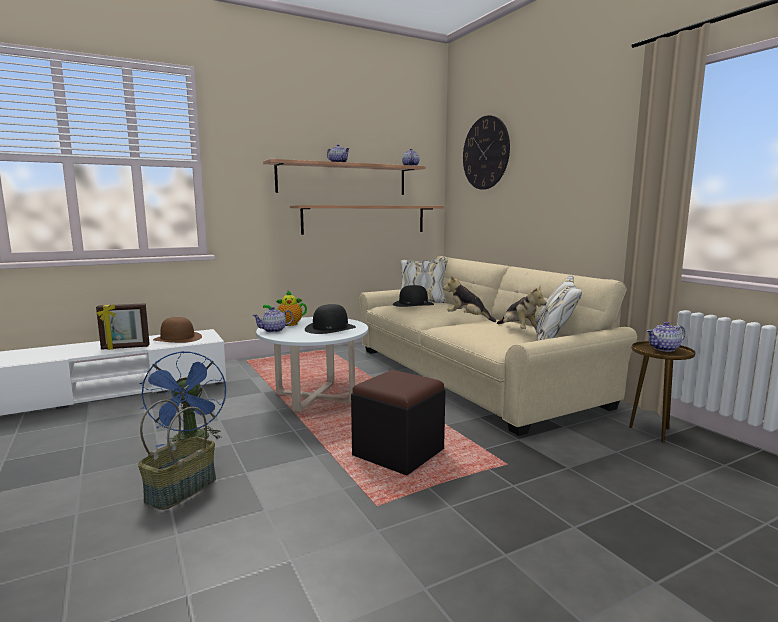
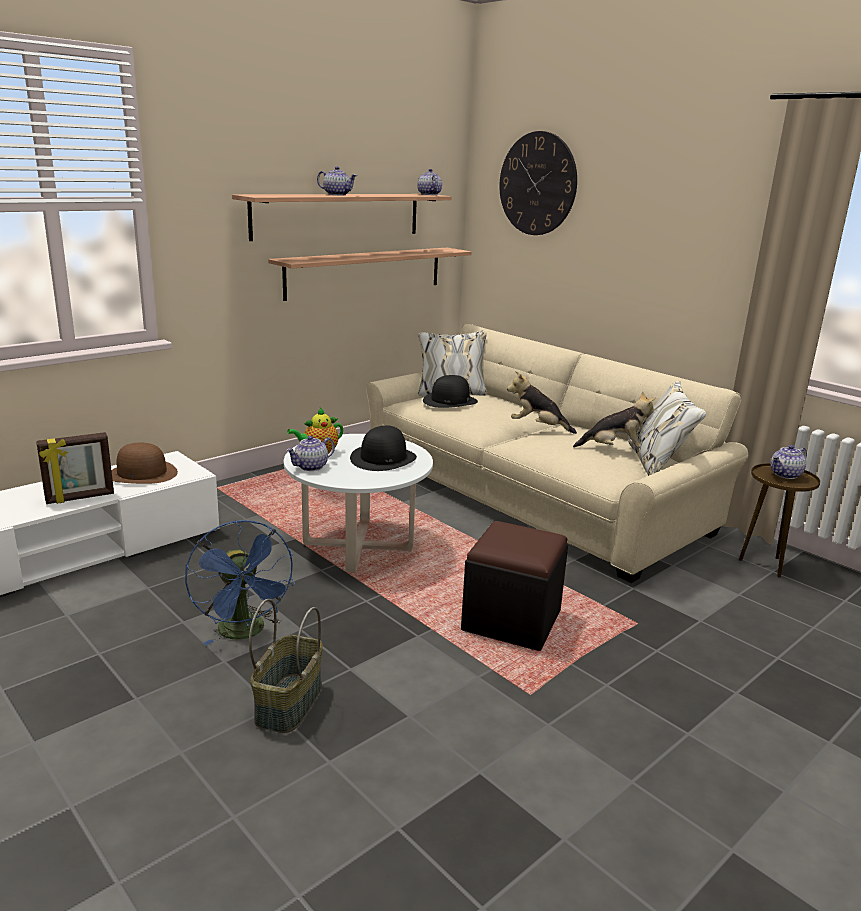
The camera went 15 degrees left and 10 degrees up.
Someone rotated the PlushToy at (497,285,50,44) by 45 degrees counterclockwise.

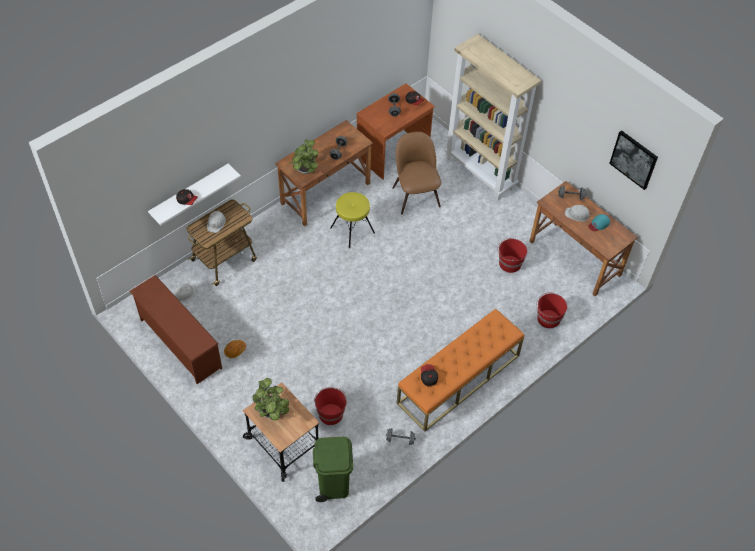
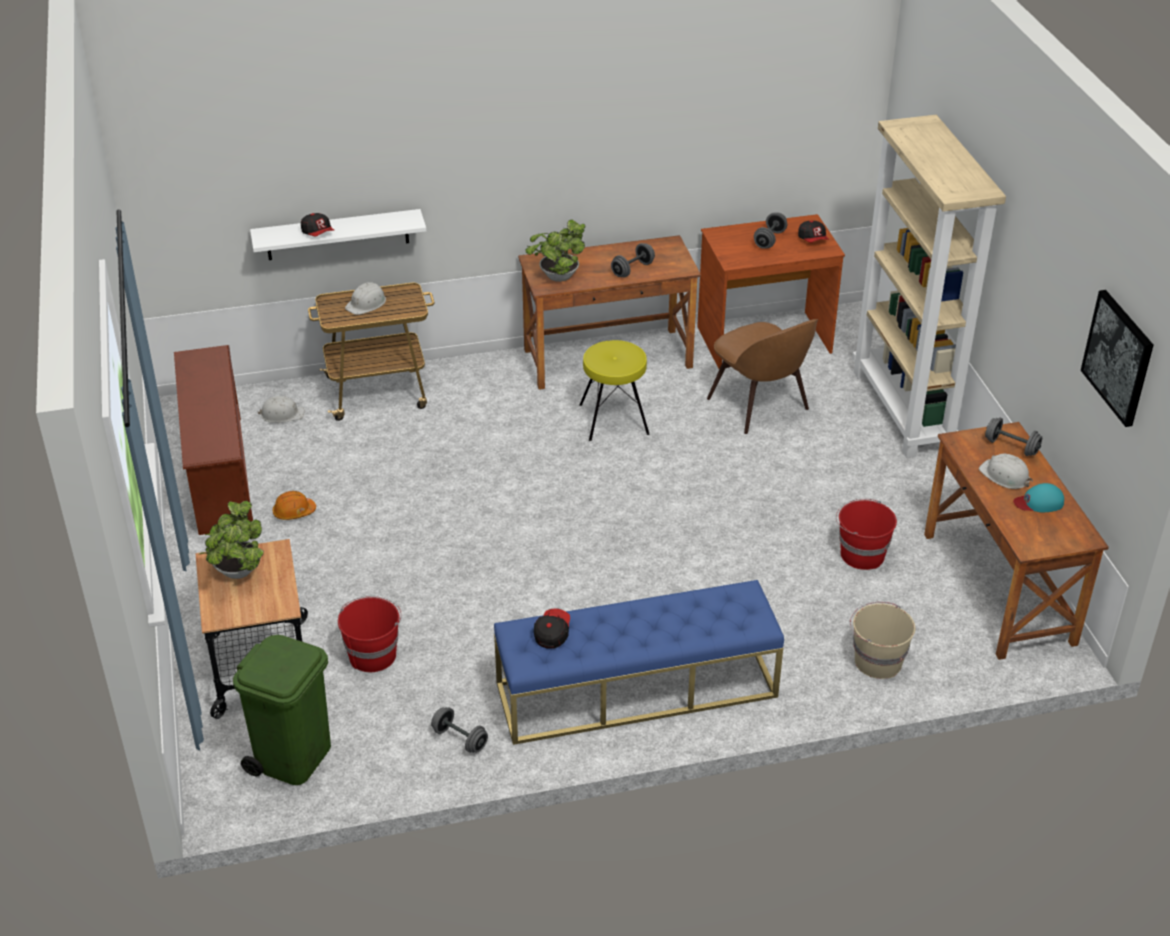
The camera went 30 degrees right and 15 degrees down.
Someone repainted the OrangeColouredIndoorBench at (397,309,127,123), which became the BlueIndoorBench at (494,580,290,165).
Someone rotated the BrownChair at (392,132,49,82) by 135 degrees clockwise.
Someone repainted the RedColouredPail at (536,292,31,36), which became the BeigeColouredPail at (850,602,65,77).

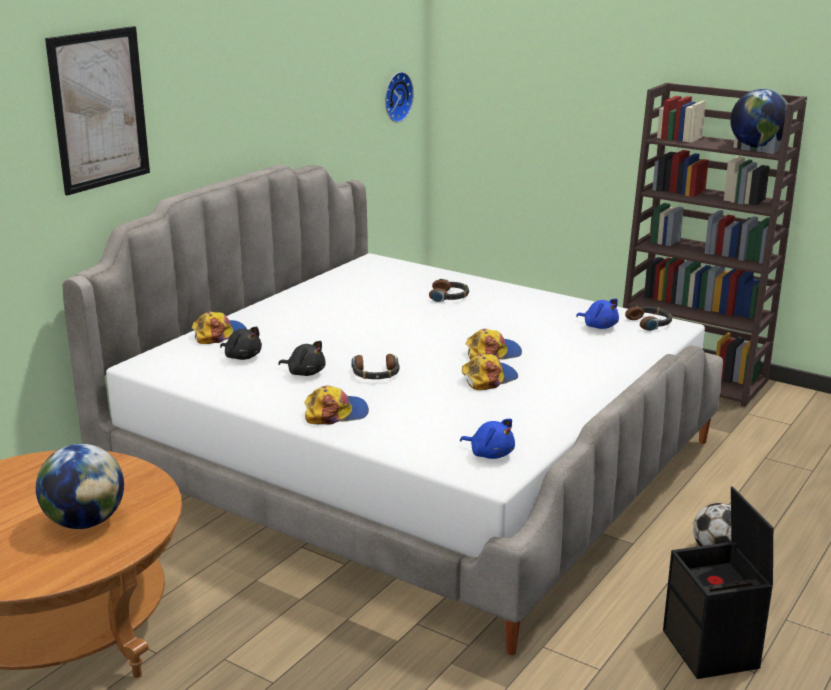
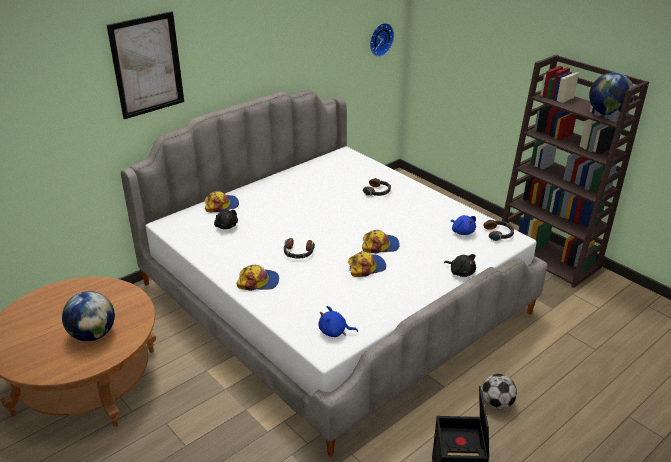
The camera went 15 degrees right and 10 degrees up.
Someone rotated the BluePlushToy at (460,419,55,40) by 135 degrees clockwise.
Someone carried the BlackPlushToy from (278,341,48,35) to (444,254,32,23).

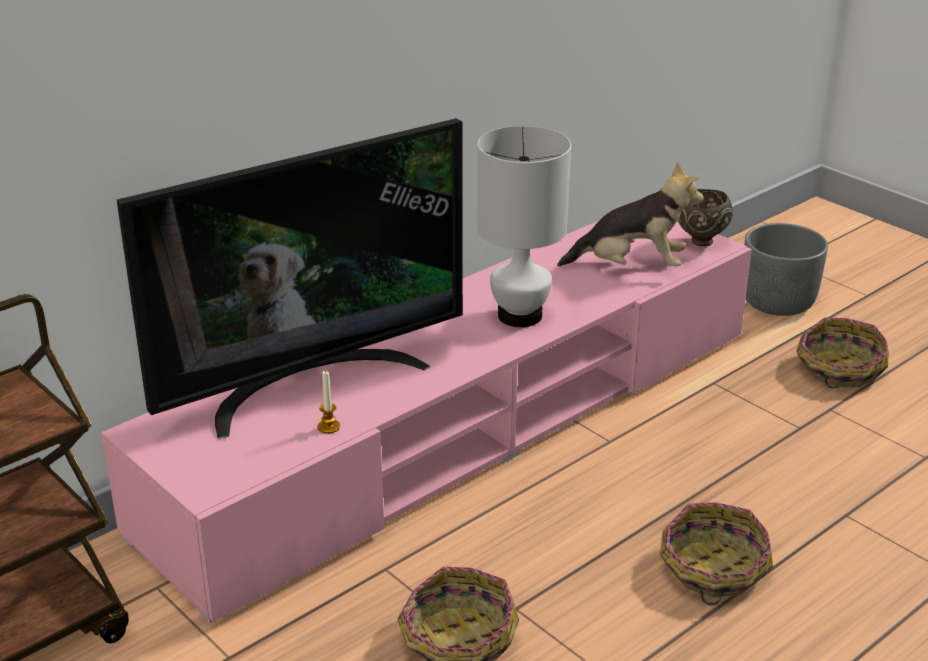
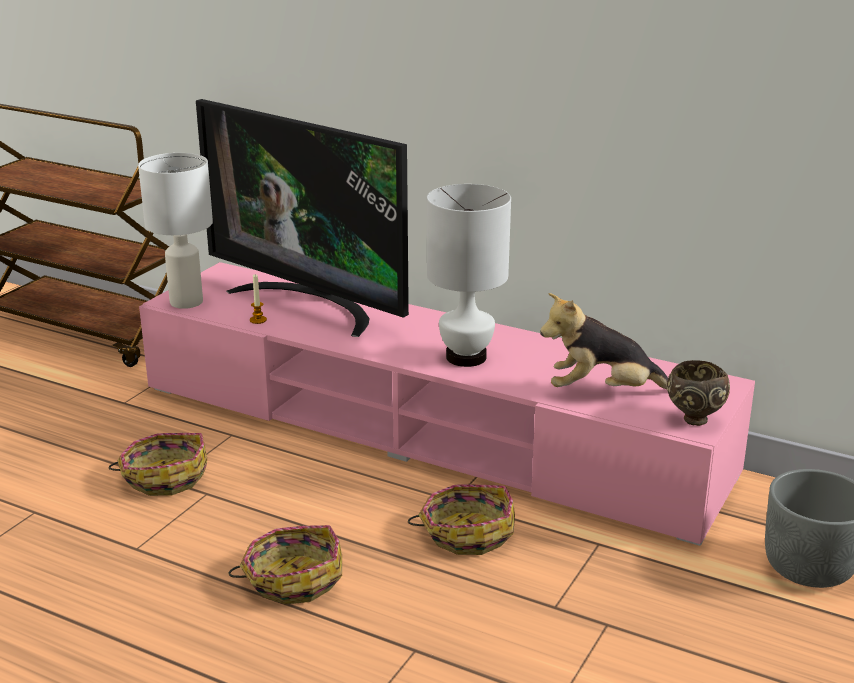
The camera went 70 degrees right and 5 degrees down.
Someone put down the WhiteColouredLampForATable at (138,153,75,156).
Someone carried the HouseholdBasket from (796,317,93,71) to (408,485,107,70).
Someone rotated the PlushToy at (557,161,147,106) by 105 degrees clockwise.

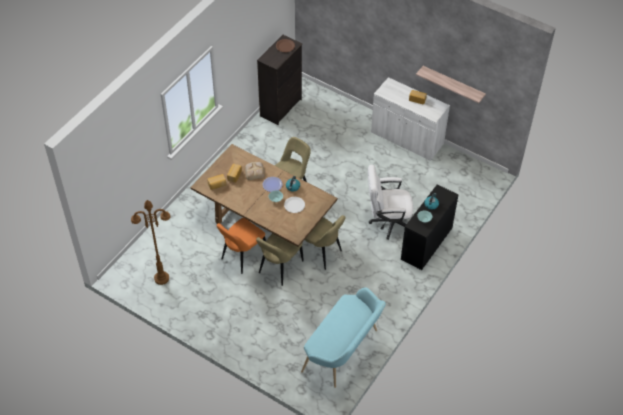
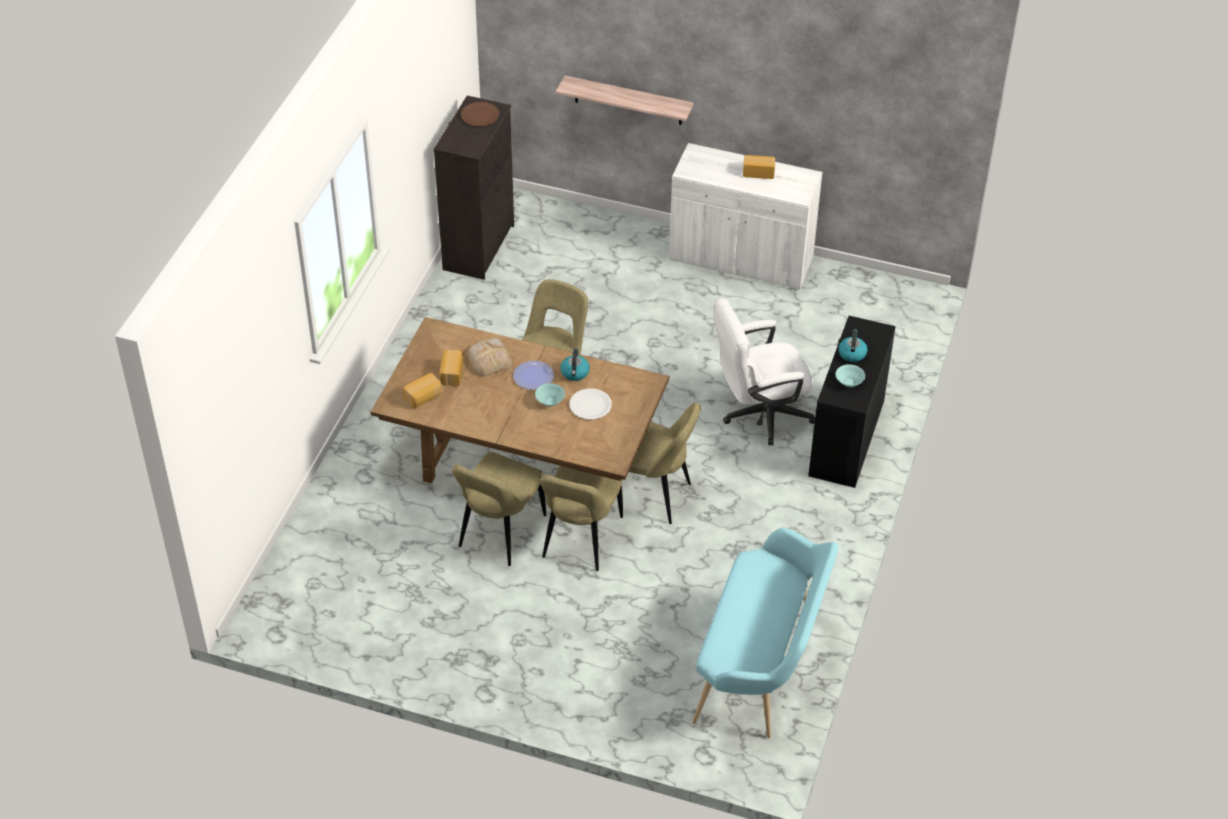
The camera went 15 degrees left and 5 degrees down.
Someone repainted the OrangeColouredChair at (217,218,49,56), which became the BeigeColouredChair at (452,452,94,114).
Someone carried the Shelf from (416,66,70,37) to (556,75,138,50).
Someone took away the BrownFloorLamp at (131,200,39,85).

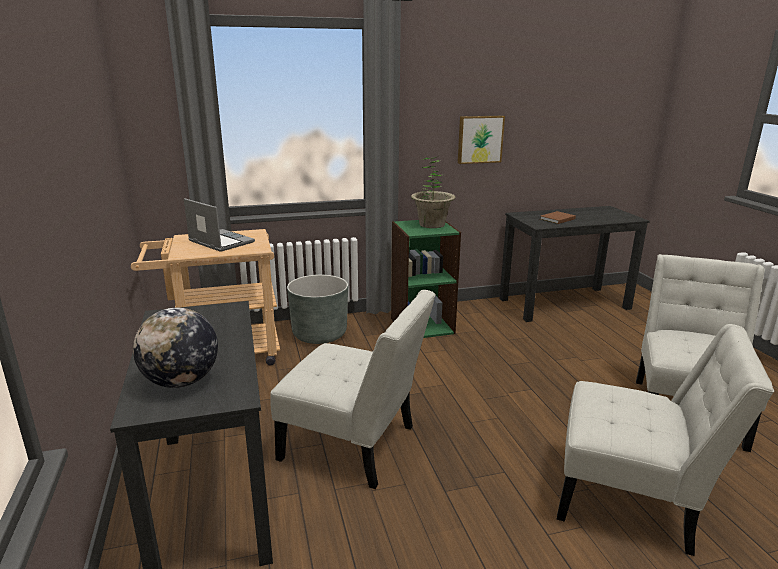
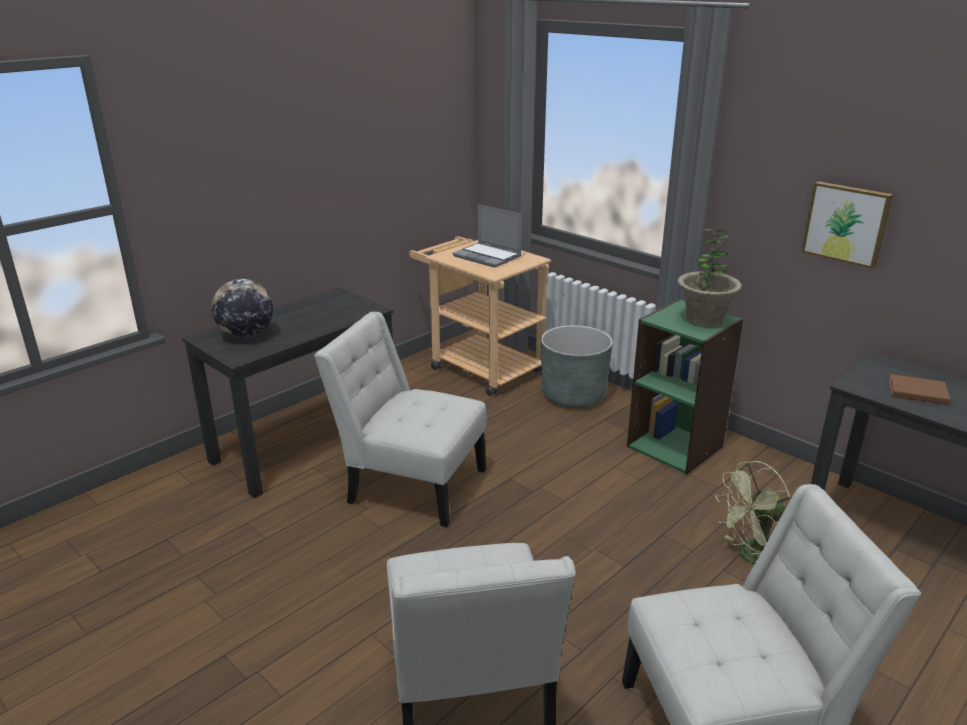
The camera went 60 degrees right and 5 degrees up.
Someone rotated the WhiteColouredChair at (270,289,166,200) by 120 degrees clockwise.
Someone rotated the Laptop at (184,198,71,54) by 120 degrees clockwise.
Someone put down the GreenishFan at (716,461,76,103).

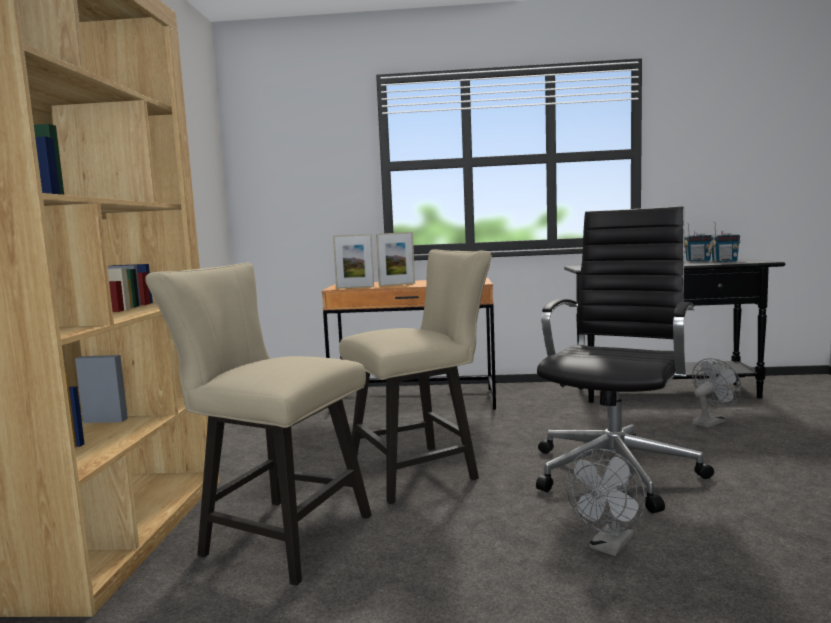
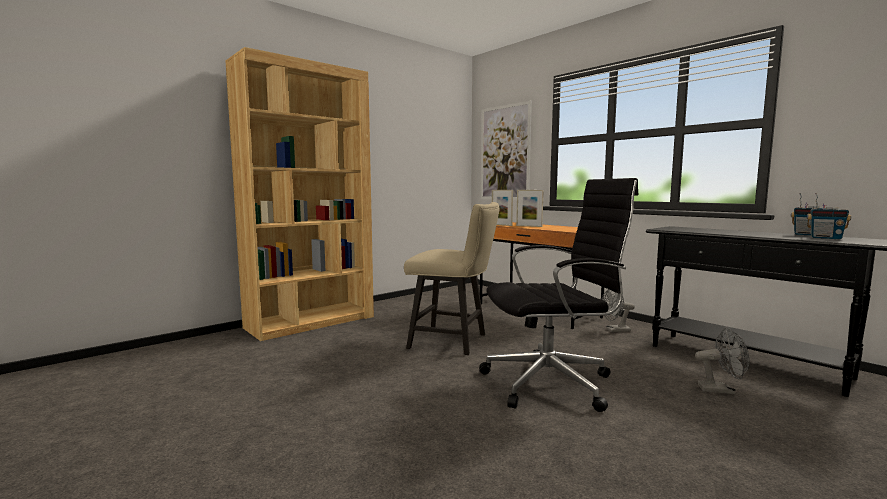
The camera went 45 degrees right and 0 degrees up.
Someone put up the WallPicture at (481,101,51,99).
Someone carried the GrayFan from (566,449,80,107) to (601,289,34,43).
Someone took away the BeigeColouredChair at (146,262,226,324).

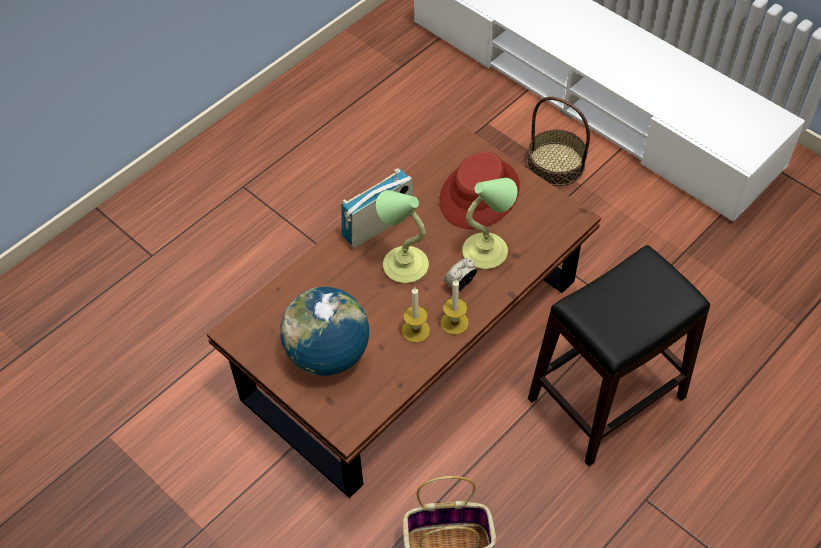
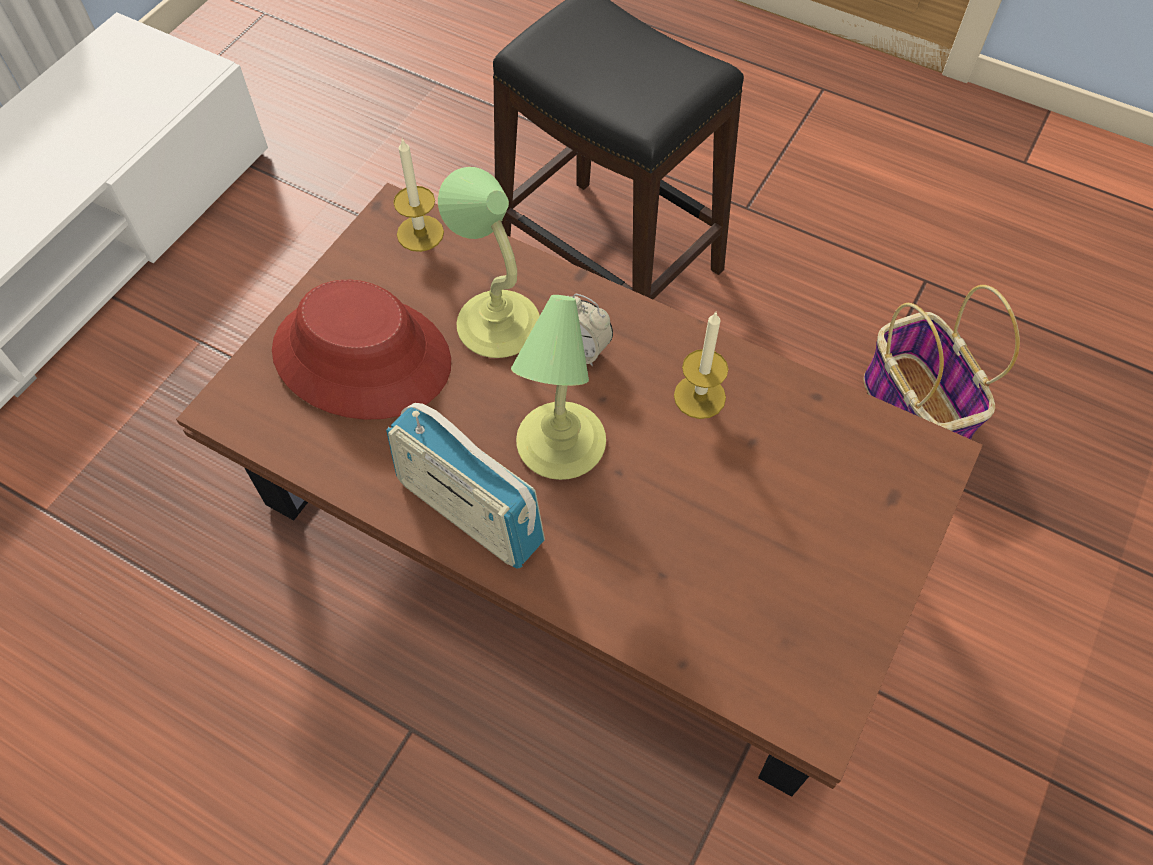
The camera went 105 degrees left and 5 degrees up.
Someone carried the Candle from (441,280,28,55) to (393,138,51,114).
Someone took away the Globe at (280,287,89,89).
Someone took away the HouseholdBasket at (527,97,63,89).

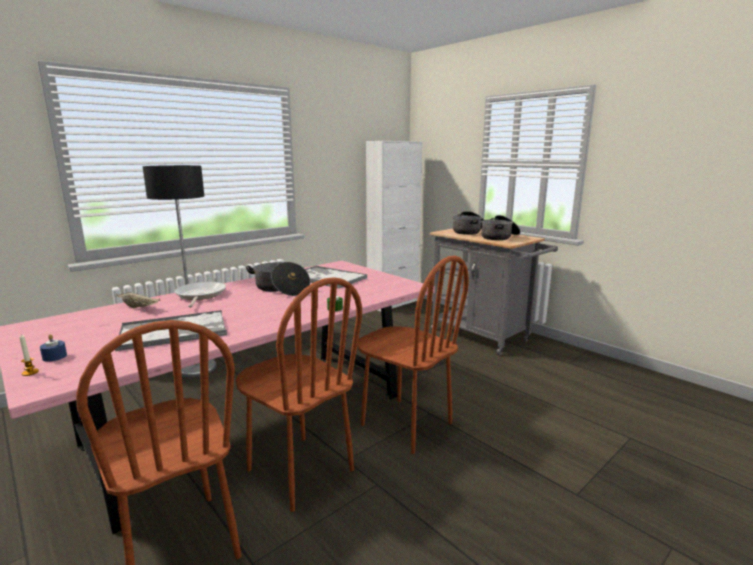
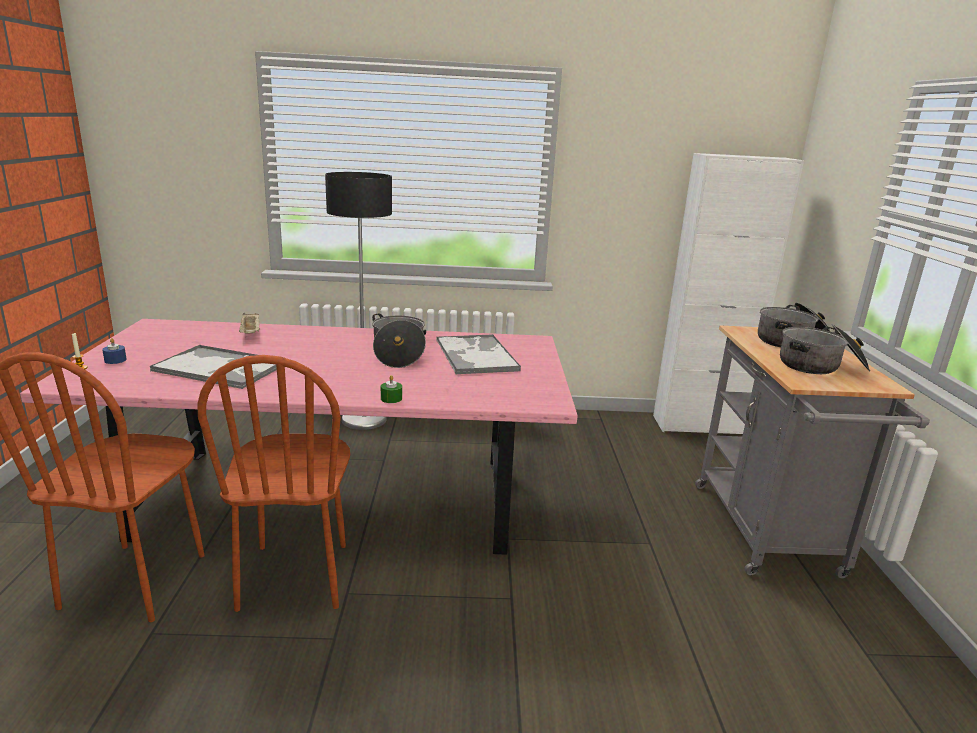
The camera went 40 degrees right and 5 degrees up.
Someone took away the FryingPan at (174,281,52,27).
Someone took away the BrownChair at (357,256,112,198).

